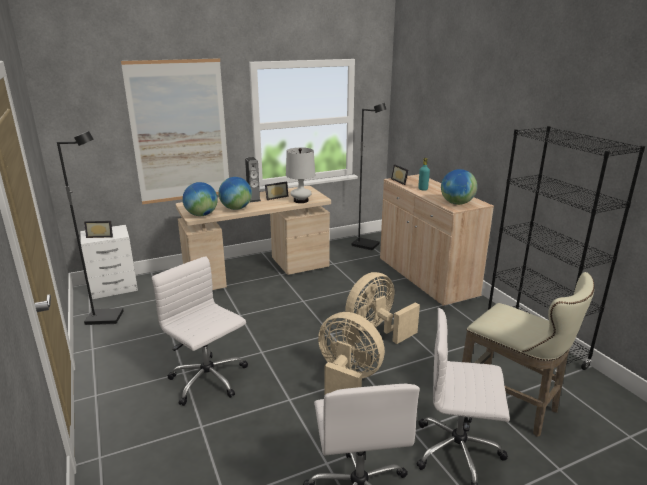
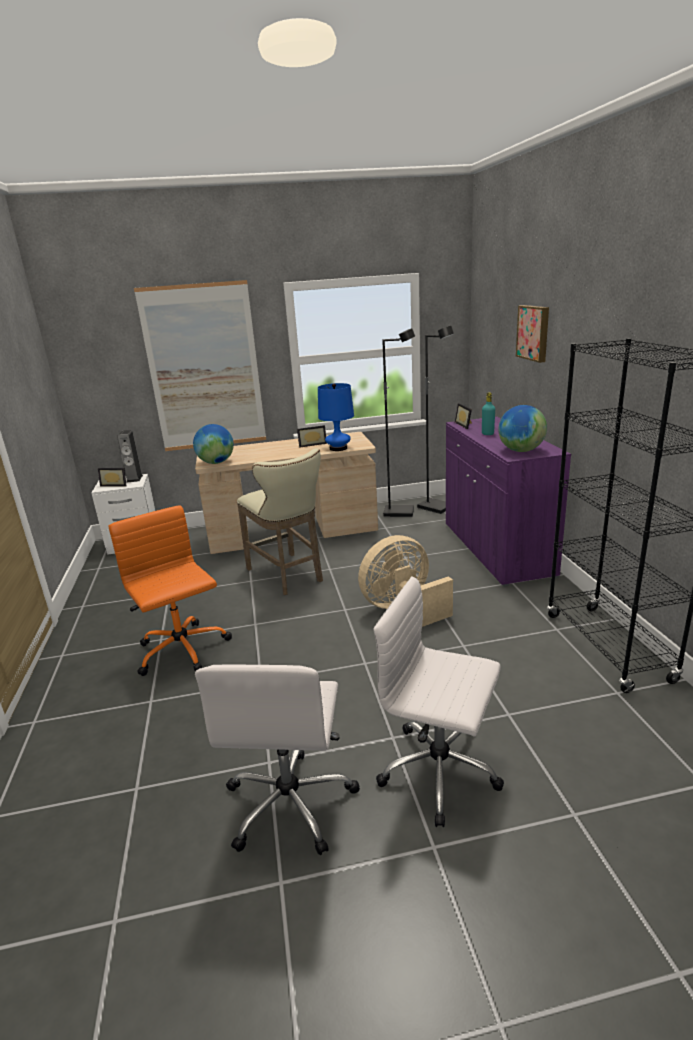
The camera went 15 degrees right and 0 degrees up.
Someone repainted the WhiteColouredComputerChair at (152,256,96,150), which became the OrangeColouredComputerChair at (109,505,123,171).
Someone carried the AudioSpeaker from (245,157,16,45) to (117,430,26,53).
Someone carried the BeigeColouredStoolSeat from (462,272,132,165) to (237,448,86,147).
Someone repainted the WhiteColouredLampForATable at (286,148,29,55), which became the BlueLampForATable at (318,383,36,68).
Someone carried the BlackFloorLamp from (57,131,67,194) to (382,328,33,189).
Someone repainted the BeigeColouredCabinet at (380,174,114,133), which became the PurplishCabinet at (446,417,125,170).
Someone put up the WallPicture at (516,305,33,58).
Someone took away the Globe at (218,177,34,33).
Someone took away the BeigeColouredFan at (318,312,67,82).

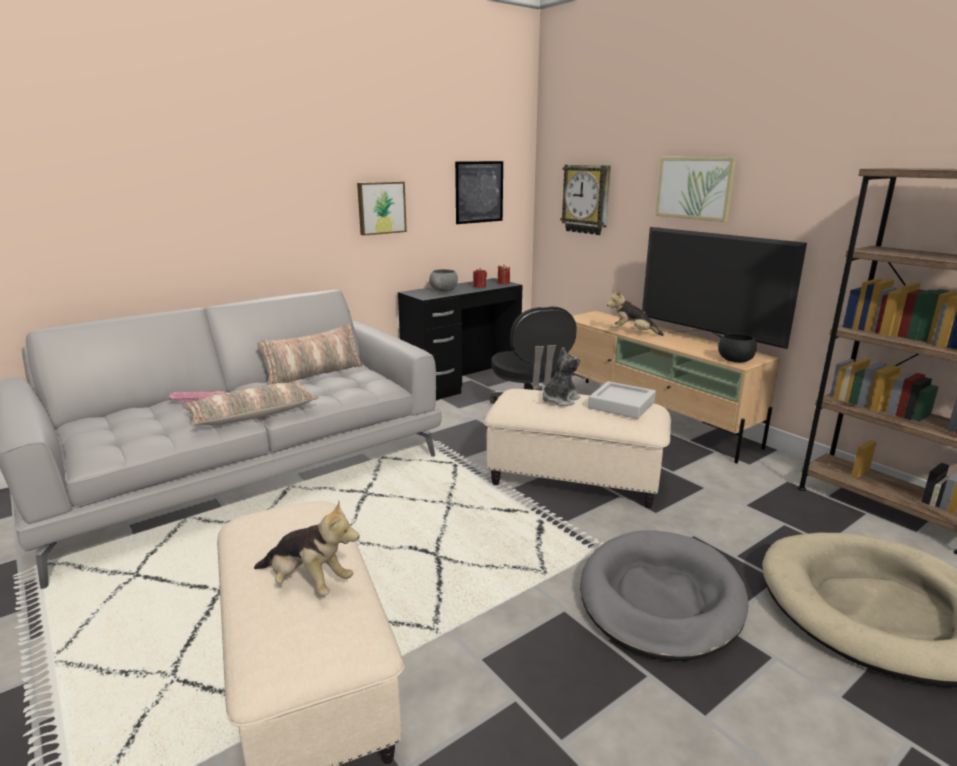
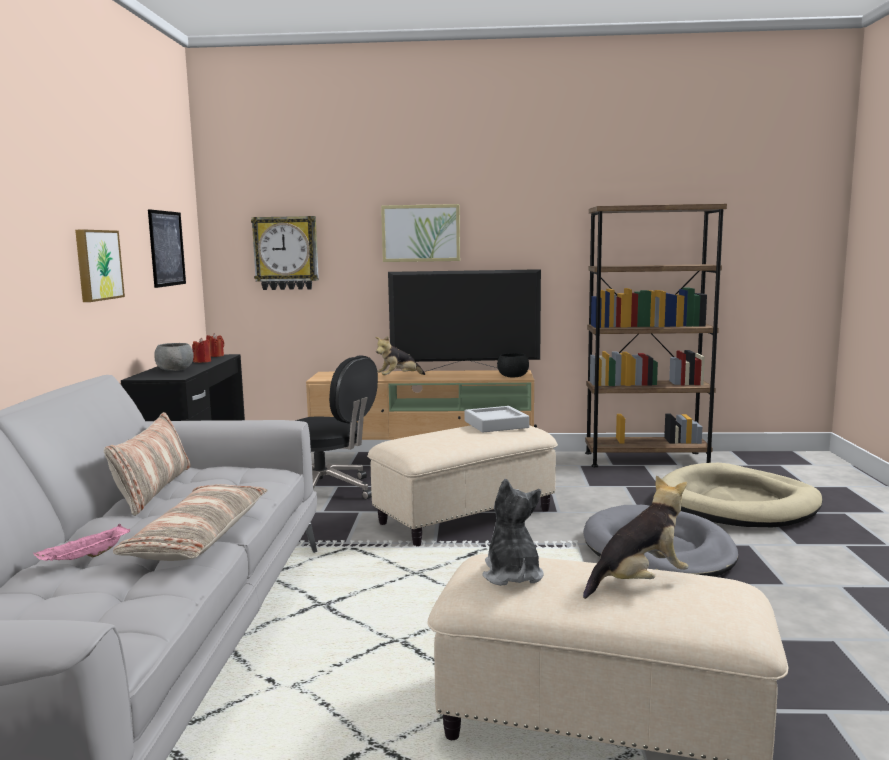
The camera went 50 degrees left and 10 degrees down.
Someone carried the PlushToy from (542,347,38,59) to (483,479,61,107).

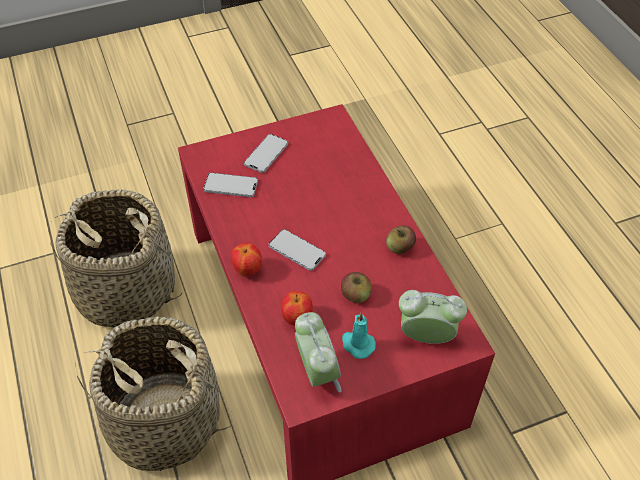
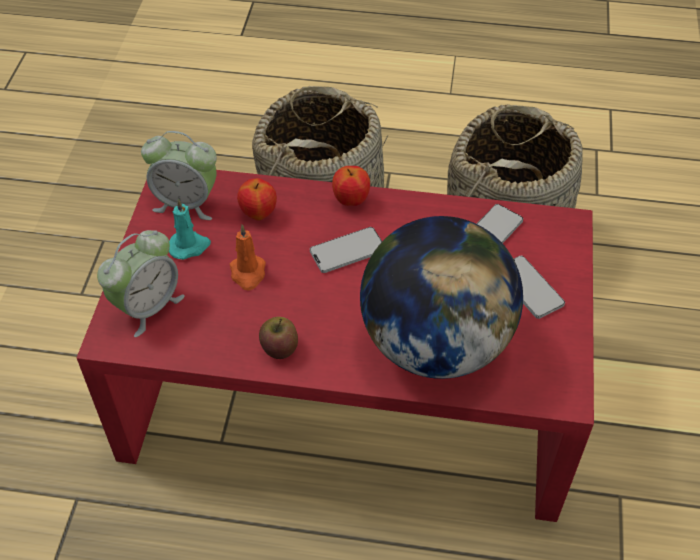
The camera went 120 degrees right and 0 degrees up.
Someone swapped the WholeApple at (341,272,31,31) for the OrangeColouredCandle at (230,224,36,67).
Someone put down the Globe at (360,216,163,163).

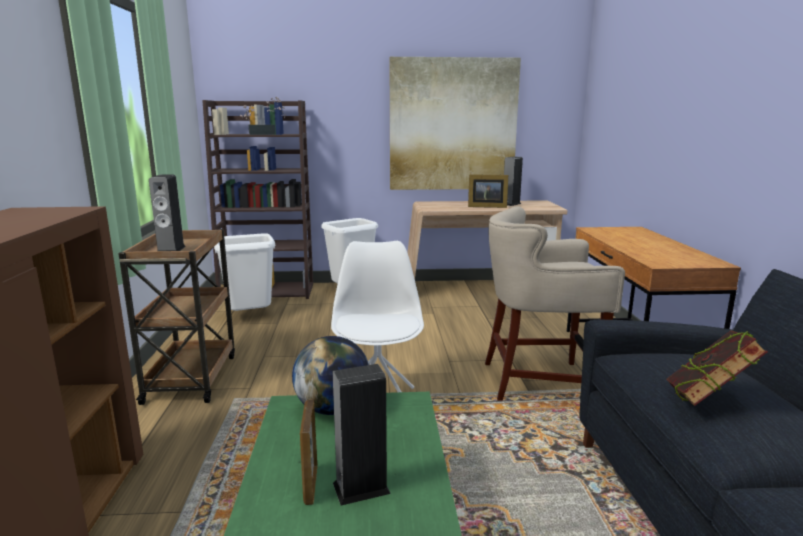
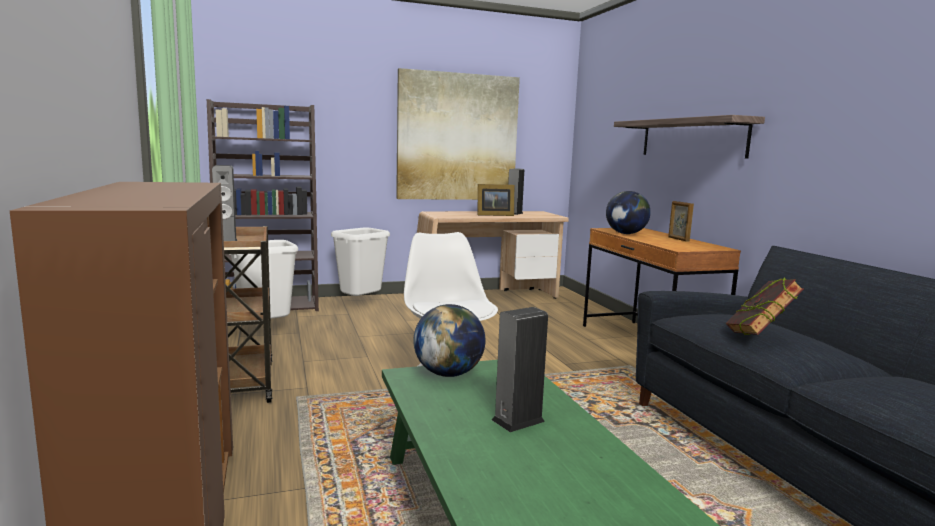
The camera went 15 degrees left and 5 degrees down.
Someone put down the Globe at (606,191,45,43).
Someone put up the Shelf at (614,115,151,44).
Someone carried the PhotoFrame from (300,400,17,105) to (668,201,26,40).
Someone took away the PottedPlant at (240,97,46,38).
Someone took away the BeigeColouredStoolSeat at (485,206,140,195).

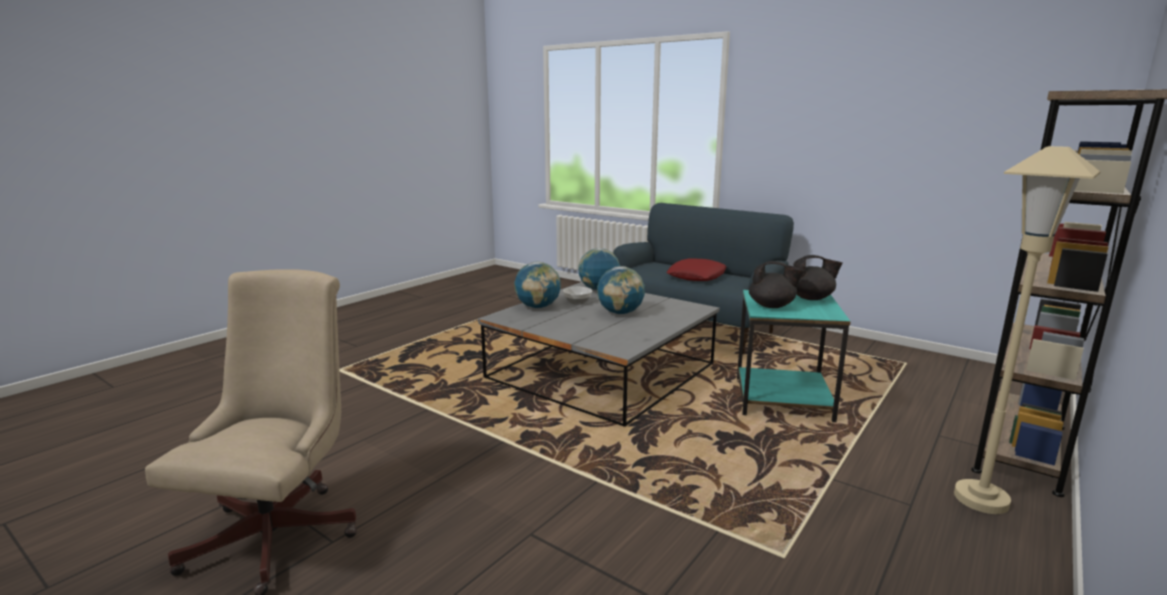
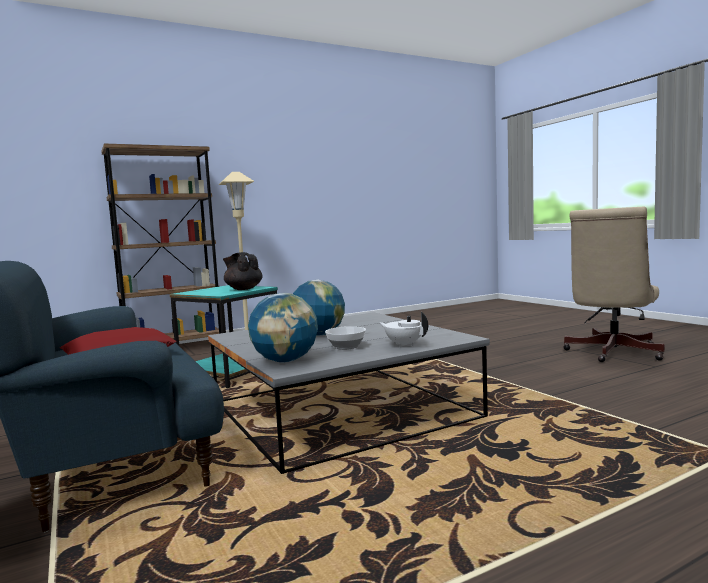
The camera went 155 degrees left and 10 degrees down.
Someone swapped the Globe at (514,262,47,46) for the WhiteColouredTeaPot at (379,312,49,35).
Someone took away the BlackTeaPot at (793,255,50,45).

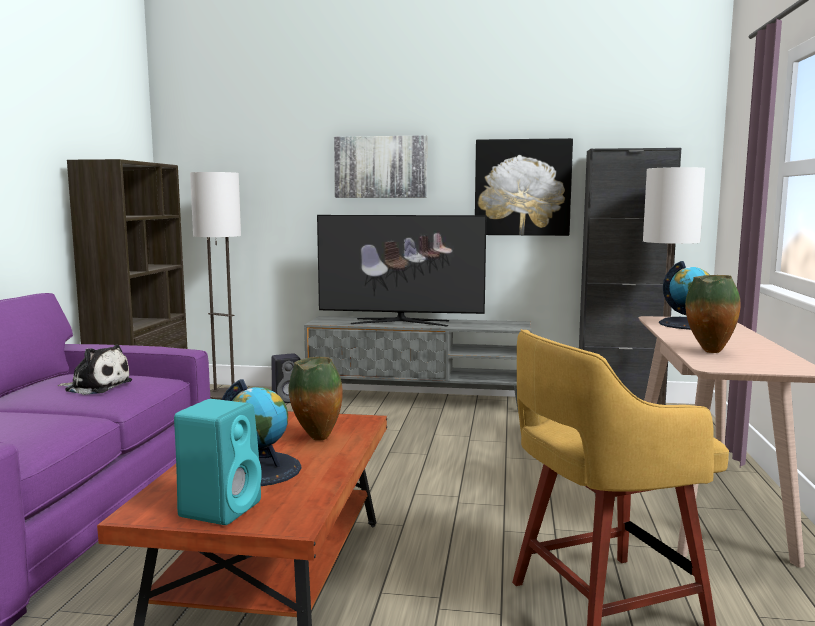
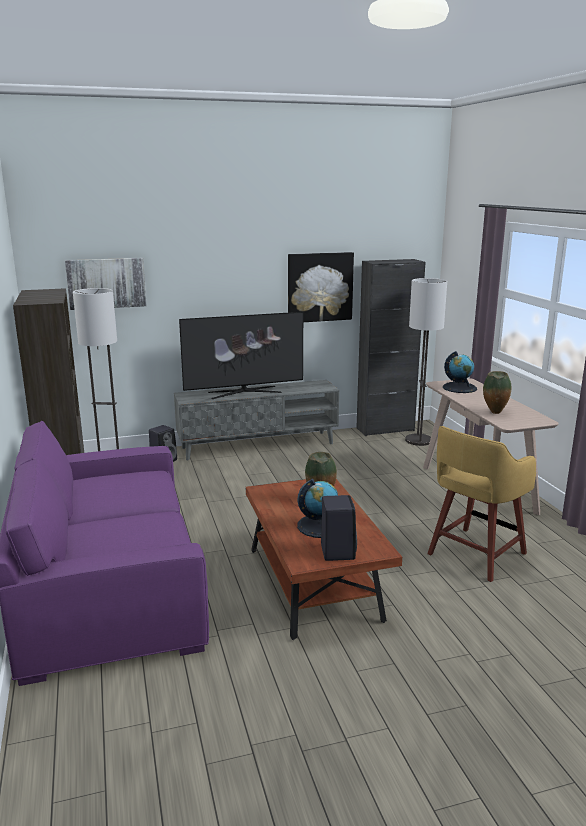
The camera went 25 degrees left and 10 degrees up.
Someone carried the WallPicture from (334,135,93,63) to (65,258,82,52).
Someone repainted the TurquoiseAudioSpeaker at (174,399,88,126), which became the BlackAudioSpeaker at (321,495,36,66).
Someone took away the PlushToy at (58,345,74,50).

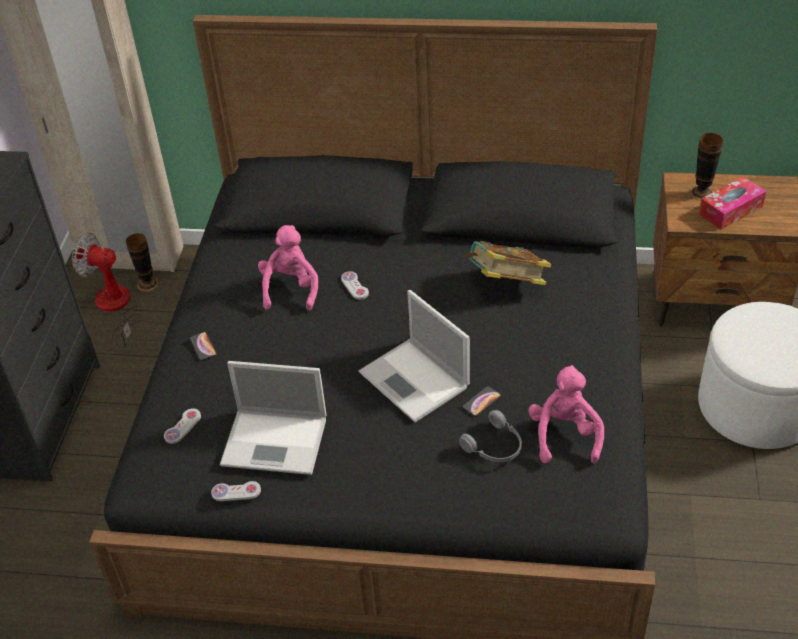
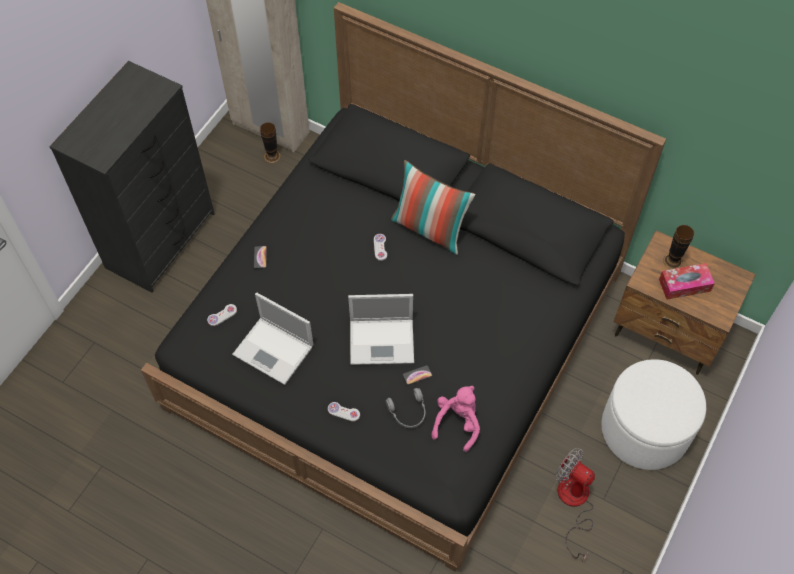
The camera went 20 degrees right and 15 degrees up.
Someone carried the WhiteColouredJoypad from (211,481,50,20) to (328,402,32,20).
Someone rotated the Laptop at (359,290,111,133) by 75 degrees counterclockwise.
Someone put down the Cushion at (391,160,85,95).
Someone carried the Fan from (72,233,68,115) to (556,448,39,113).
Someone took away the PinkishPlushToy at (258,225,60,86).
Someone took away the Volume at (466,241,85,44).

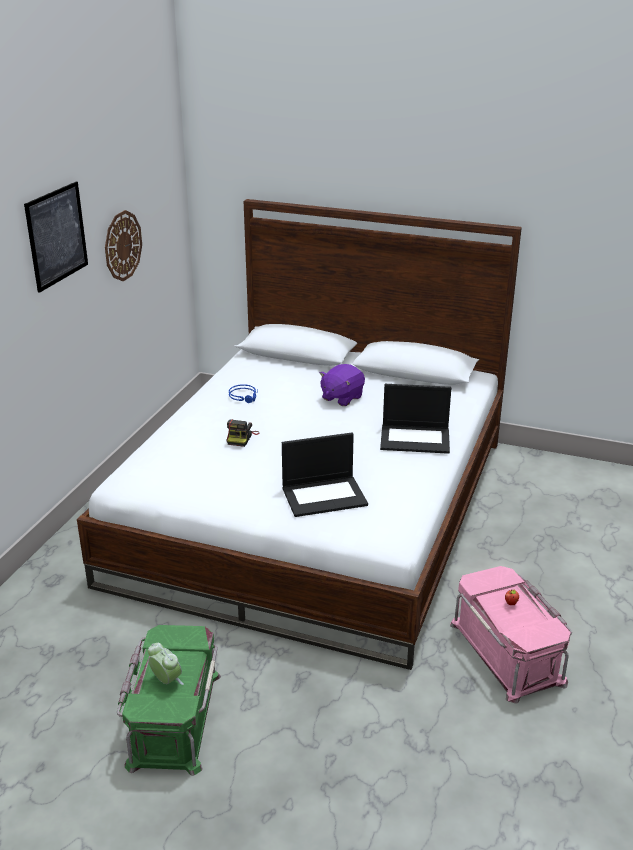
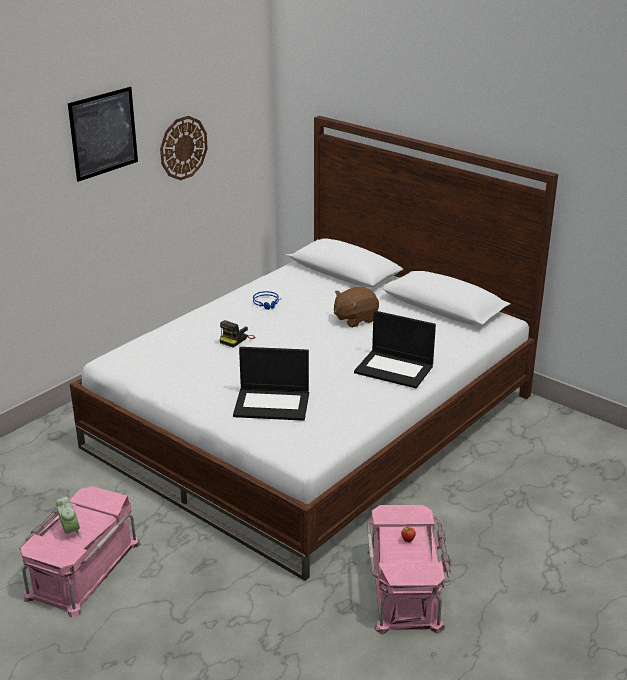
The camera went 20 degrees right and 0 degrees up.
Someone repainted the GreenishStorageBox at (117,625,104,151), which became the PinkishStorageBox at (19,486,121,131).
Someone repainted the PurplishPlushToy at (319,364,46,42), which became the BrownPlushToy at (334,287,45,40).

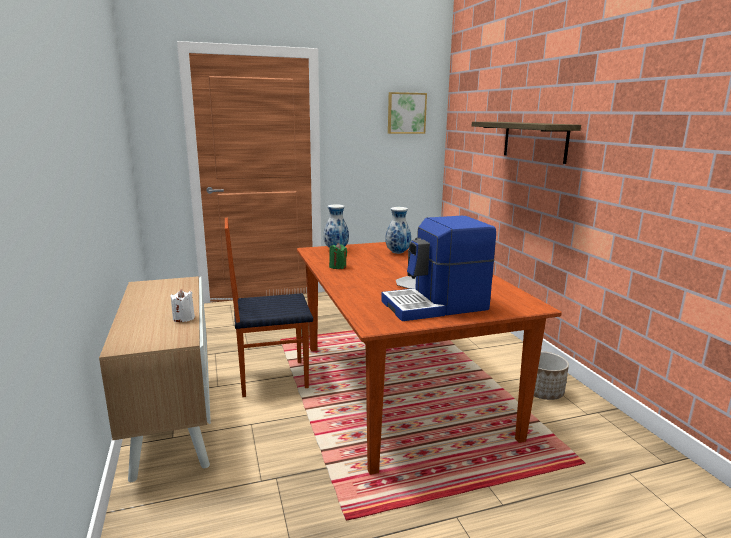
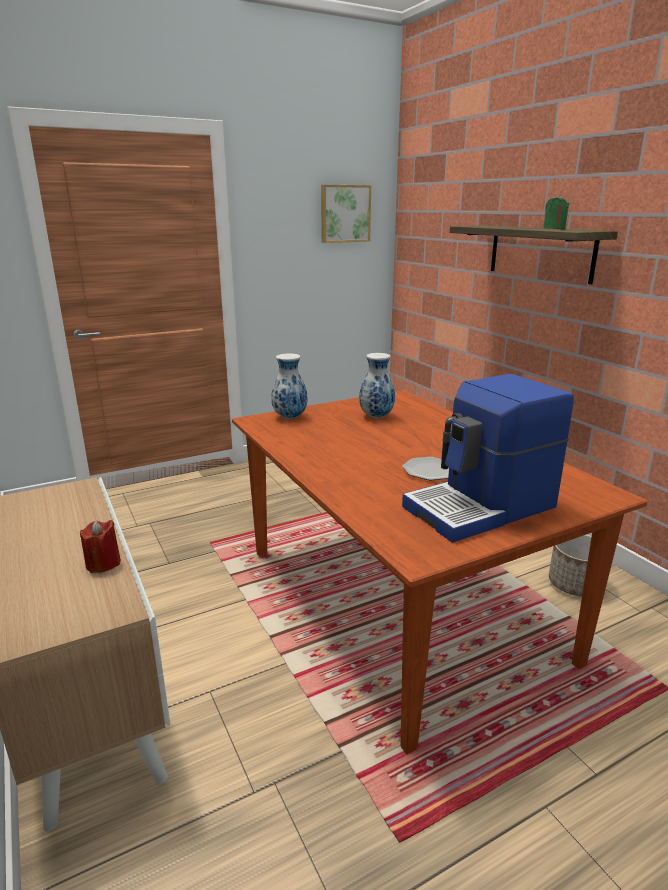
The camera went 10 degrees left and 5 degrees up.
Someone repainted the WhiteColouredCandle at (171,289,24,33), which became the RedColouredCandle at (80,520,41,53).
Someone carried the GreenishCandle from (329,243,18,26) to (543,195,27,34).
Someone took away the Chair at (225,218,88,179).

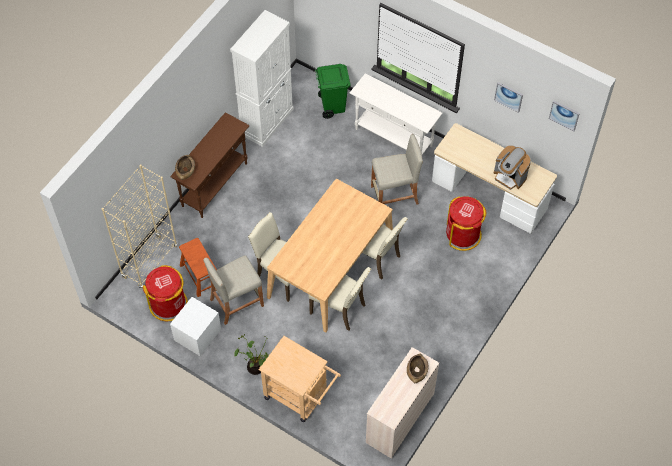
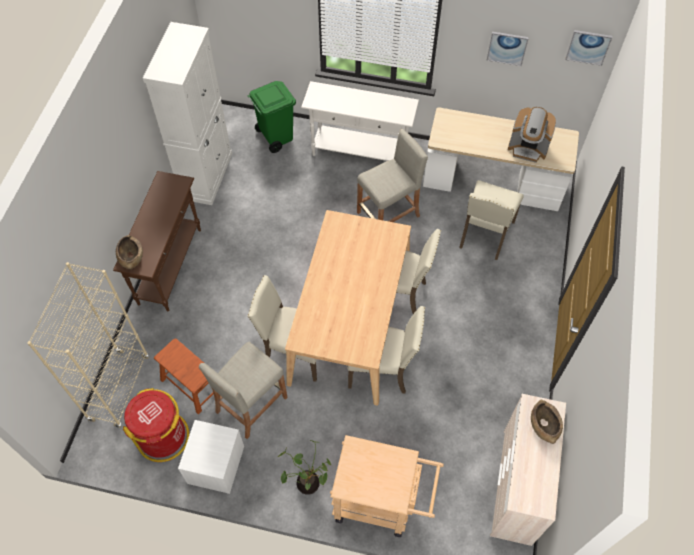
The camera went 20 degrees left and 0 degrees up.
Someone swapped the RedColouredRubbishBin at (446,196,40,55) for the BeigeColouredChair at (459,180,65,80).

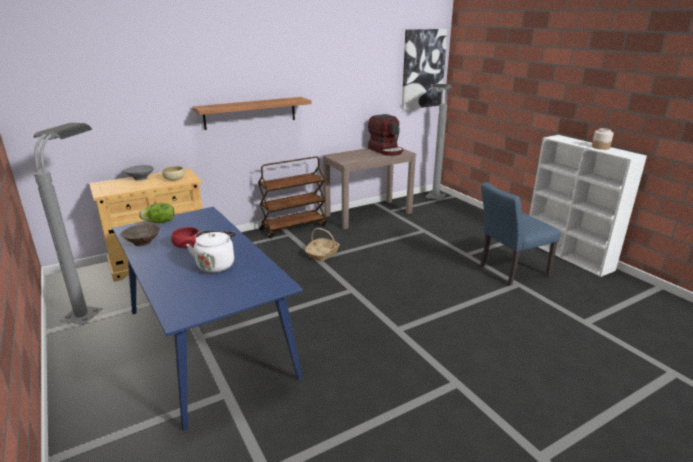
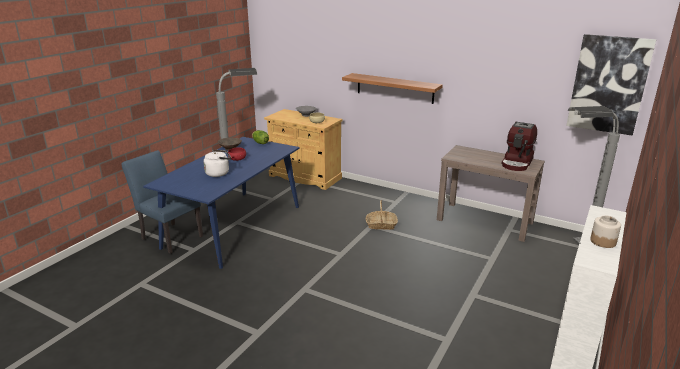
The camera went 60 degrees right and 0 degrees up.
Someone carried the BlueChair from (480,182,81,104) to (121,150,82,104).
Someone took away the BrownTrolley at (258,156,69,83).

